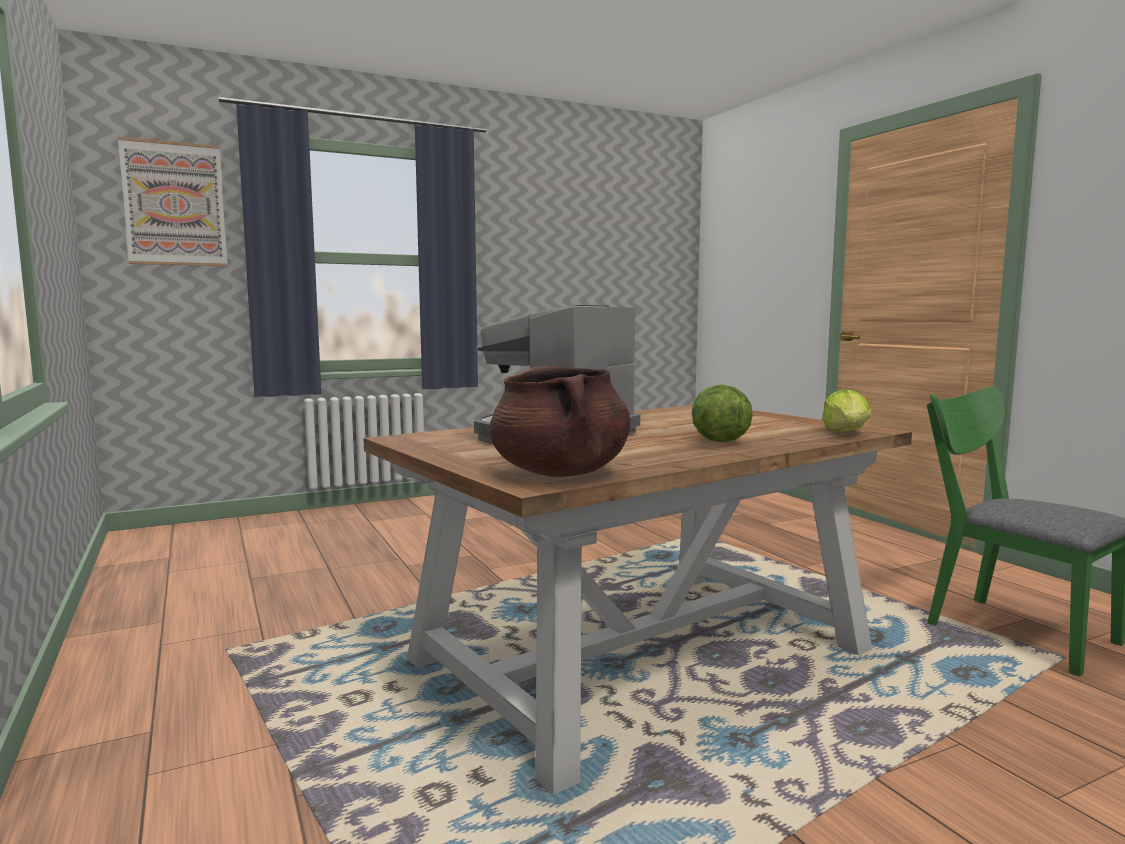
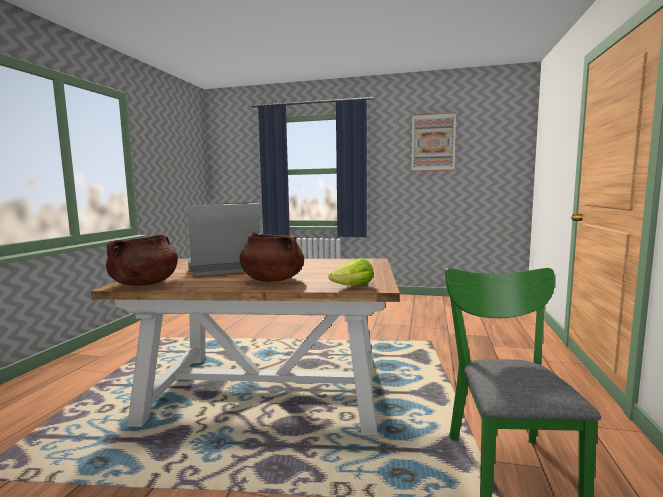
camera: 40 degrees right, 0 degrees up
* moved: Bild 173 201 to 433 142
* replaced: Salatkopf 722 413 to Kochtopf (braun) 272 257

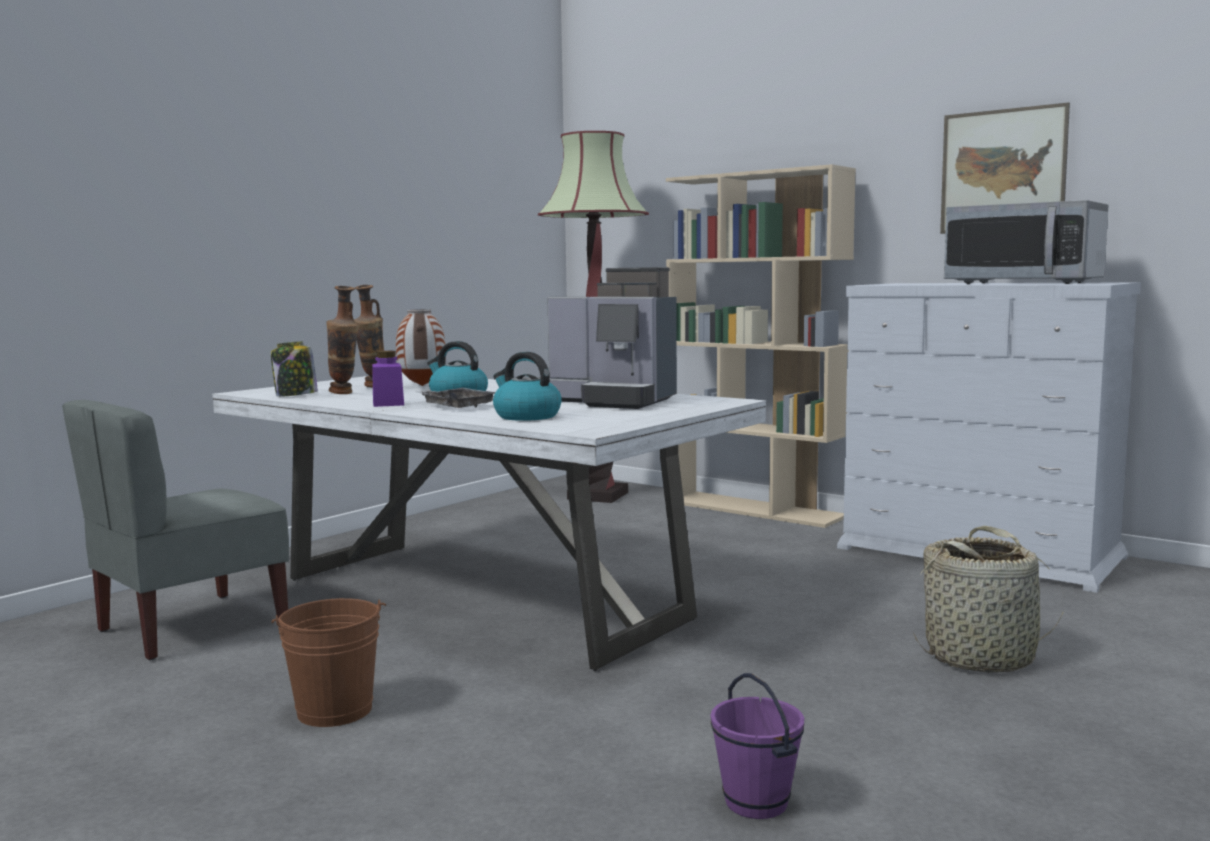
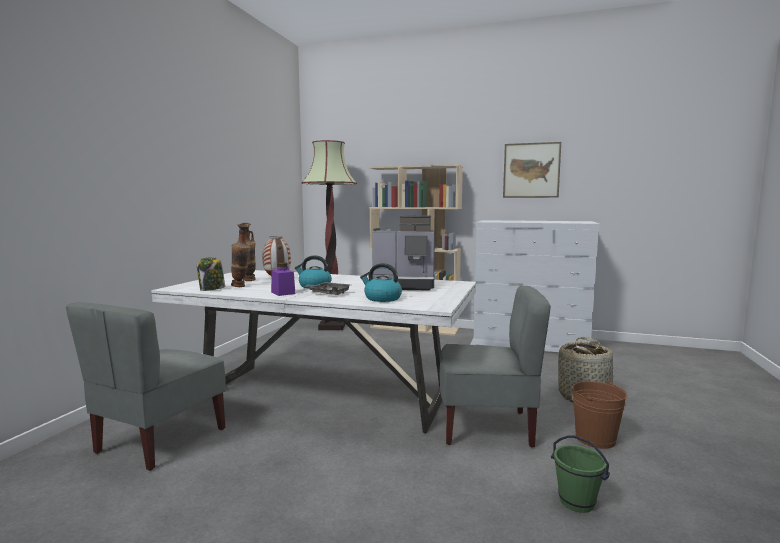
camera: 20 degrees left, 0 degrees up
* moved: Eimer (braun) 328 662 to 599 414
* recoloured: Eimer (lila) 757 746 to Eimer (grün) 580 474
* removed: Mikrowelle 1026 242
* added: Stuhl (grau) 495 366

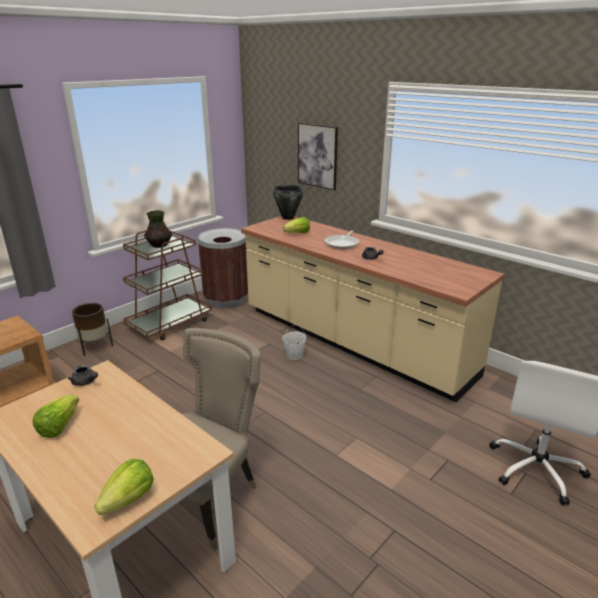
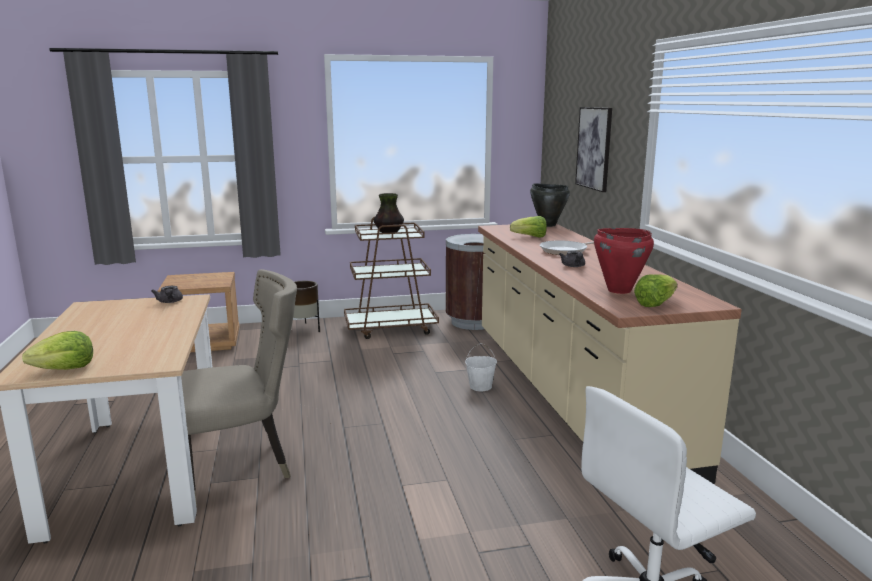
camera: 35 degrees right, 10 degrees down
* moved: Salatkopf 55 416 to 655 290
* added: Kochtopf (rot) 624 261

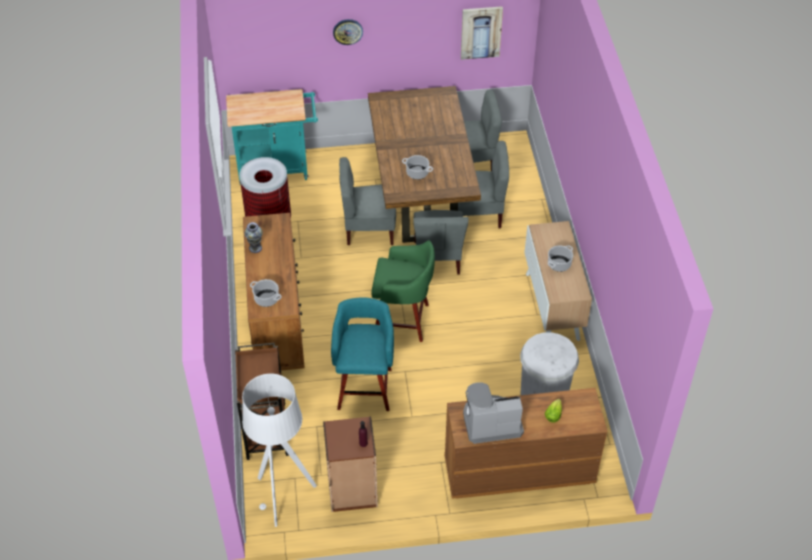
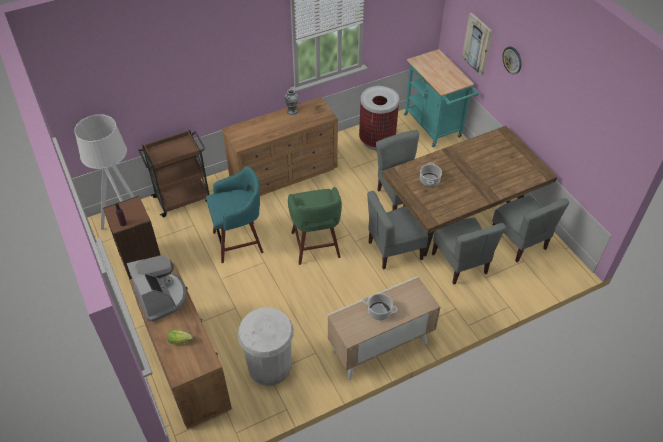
camera: 70 degrees right, 0 degrees up
* removed: Kochtopf 266 293
* moved: Bild 482 33 to 477 44

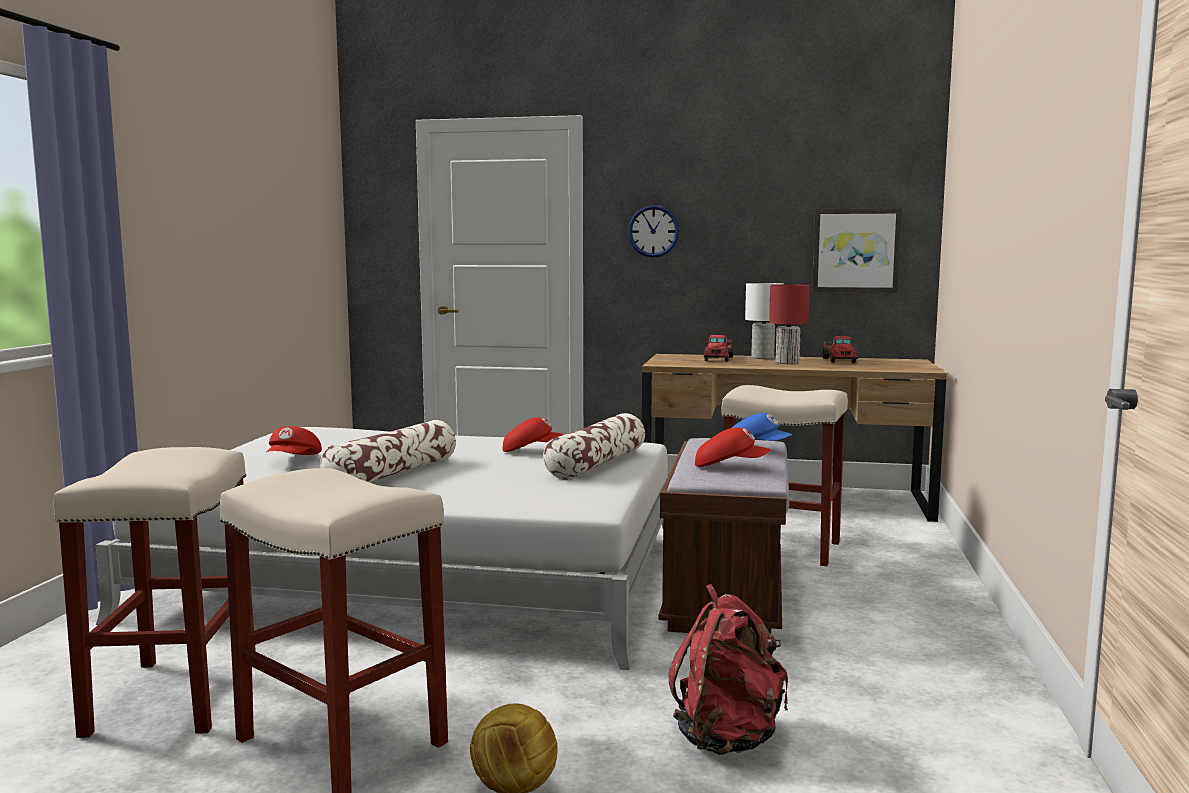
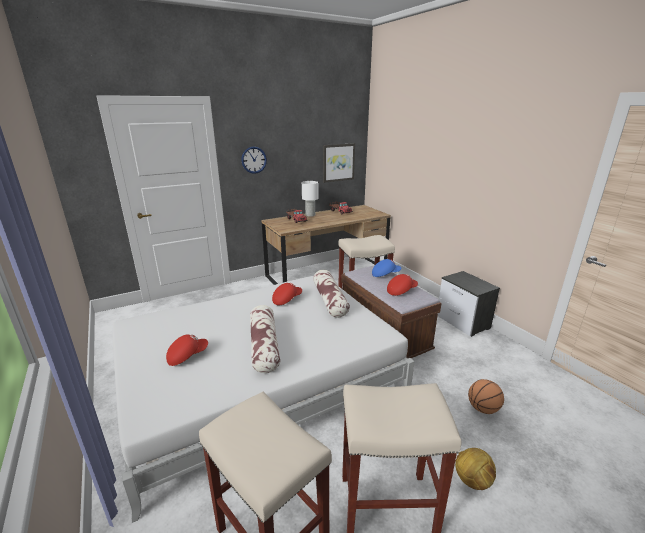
camera: 40 degrees left, 15 degrees up
* turned: Kappe (rot) 294 440 = 187 350 90 degrees counterclockwise
* replaced: Rucksack (rot) 728 669 to Basketball 486 396
* removed: Tischlampe (rot) 789 324
* added: Nachttisch 469 304

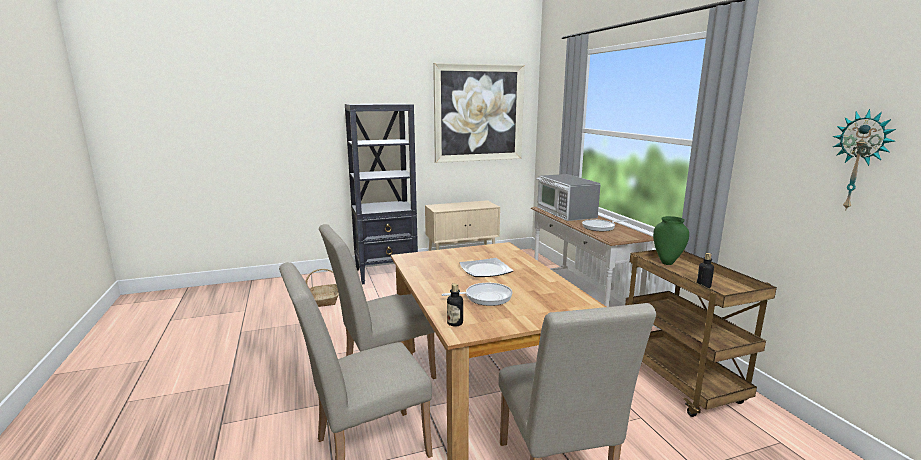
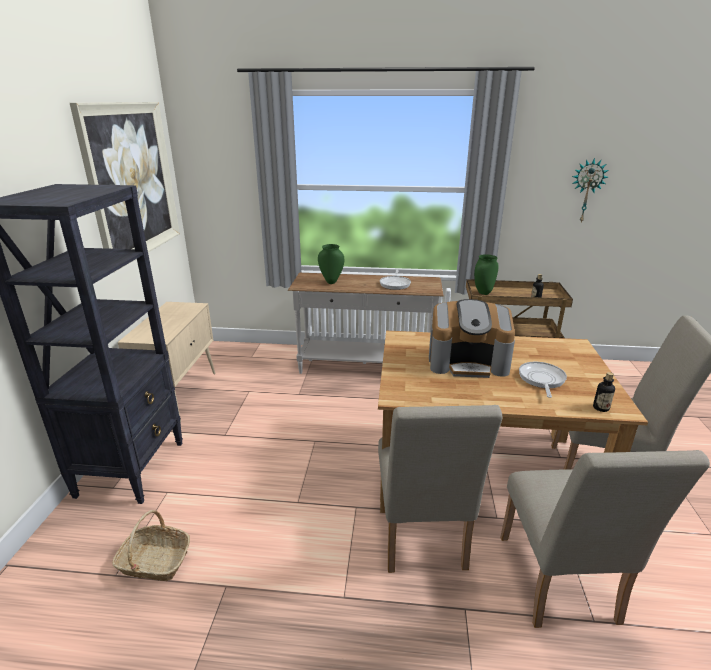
camera: 65 degrees left, 10 degrees up
* replaced: Teller 486 267 to Kaffeemaschine 472 338
* replaced: Mikrowelle 568 197 to Vase (grün) 331 264

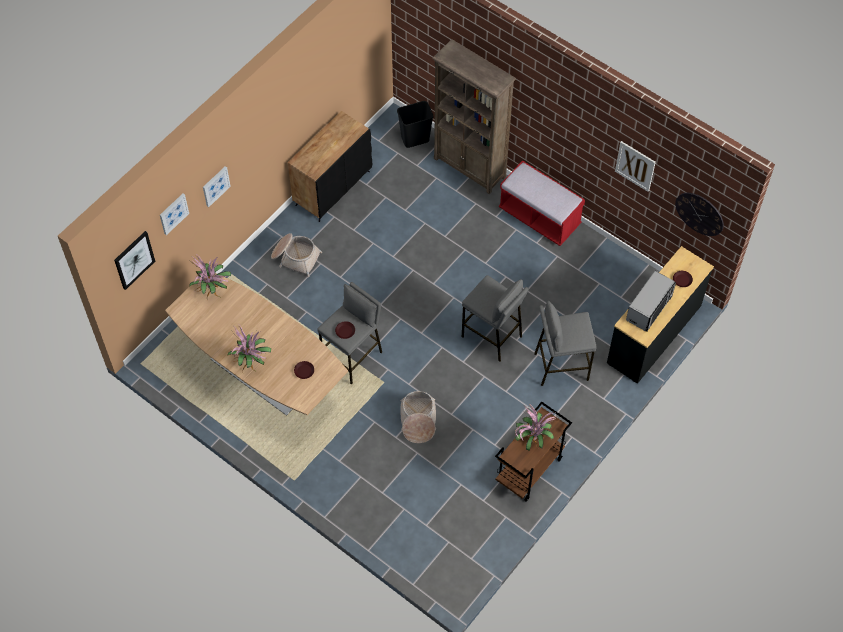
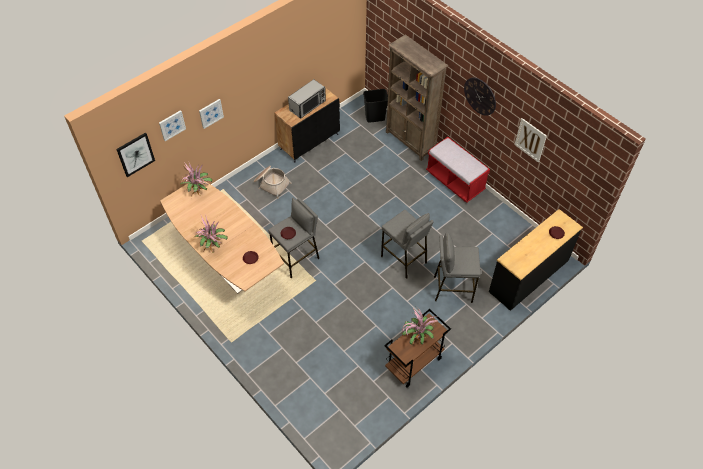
camera: 10 degrees right, 5 degrees down
* removed: Korb 418 417
* moved: Mikrowelle 651 301 to 307 98
* moved: Wanduhr 699 214 to 480 96

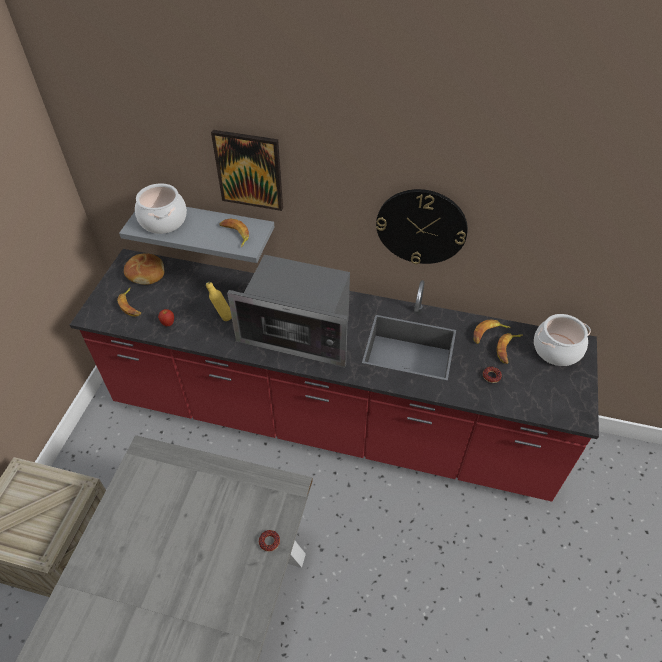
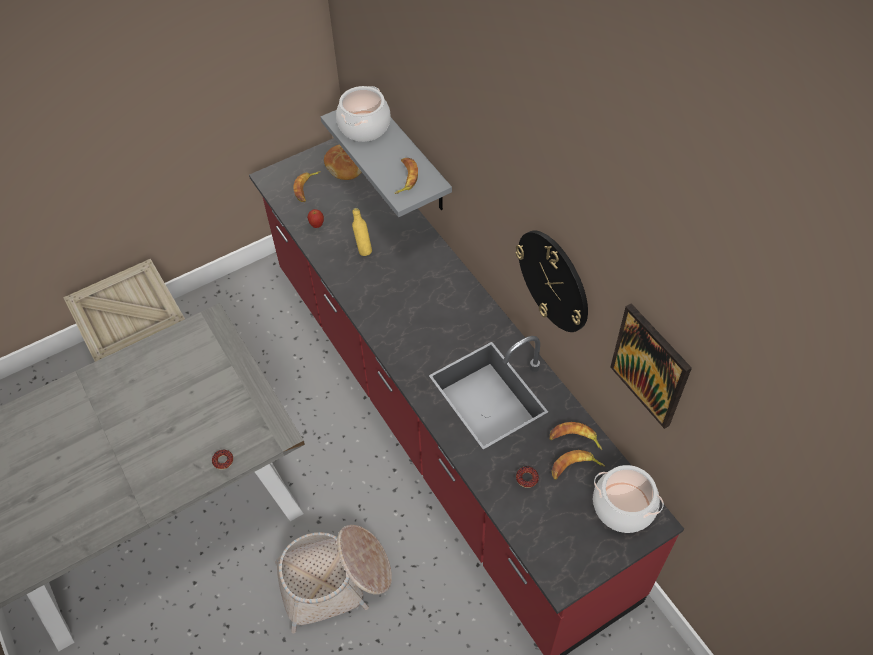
camera: 45 degrees right, 5 degrees up
* moved: Bild 247 170 to 651 366
* removed: Mikrowelle 288 311
* added: Korb 333 579

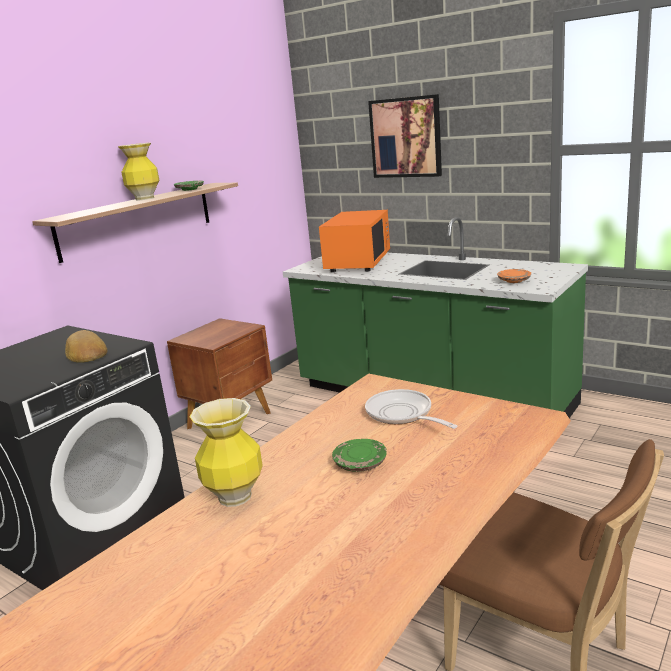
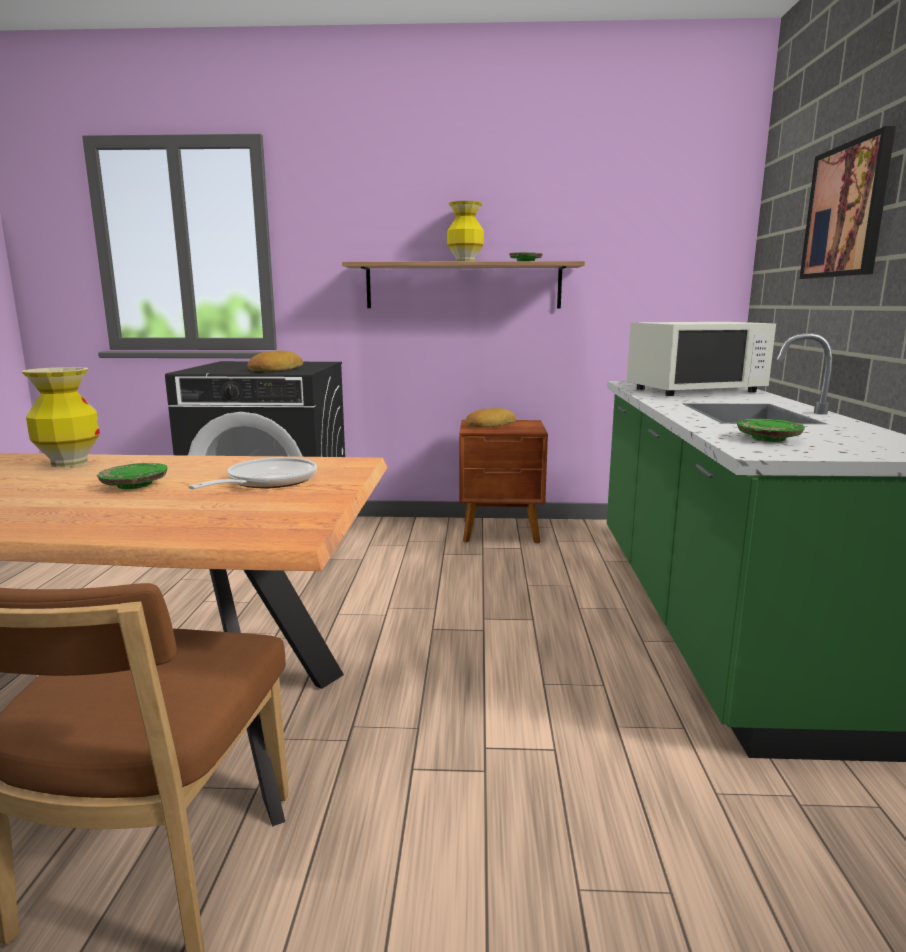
camera: 55 degrees right, 5 degrees down
* recoloured: Mikrowelle (orange) 354 241 to Mikrowelle (weiß) 701 359
* recoloured: Teller (orange) 514 276 to Teller (grün) 771 430
* added: Brot 490 417

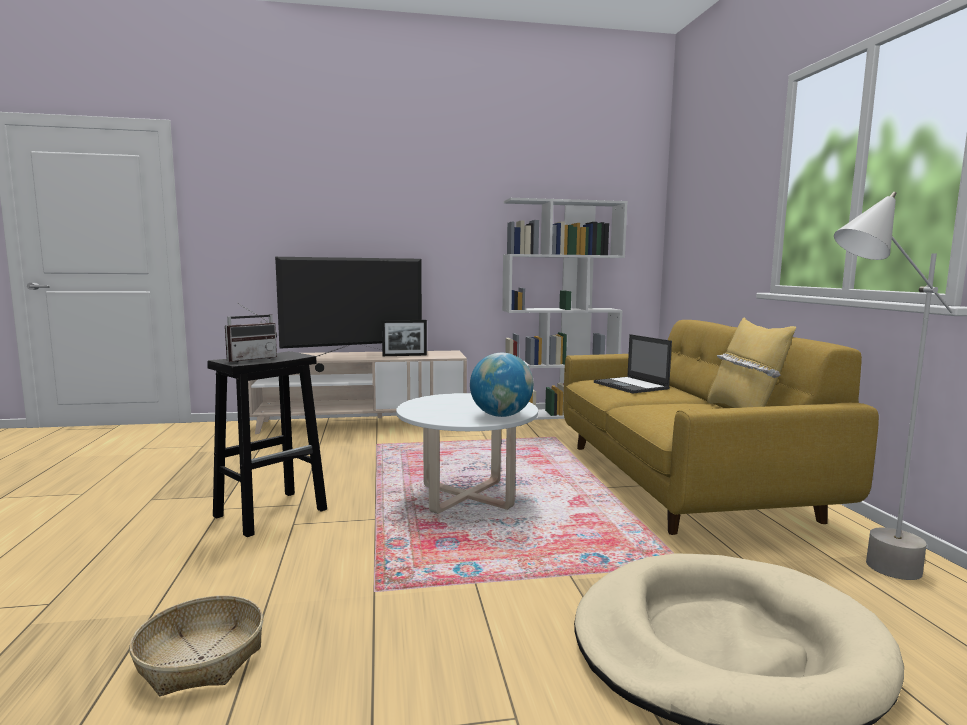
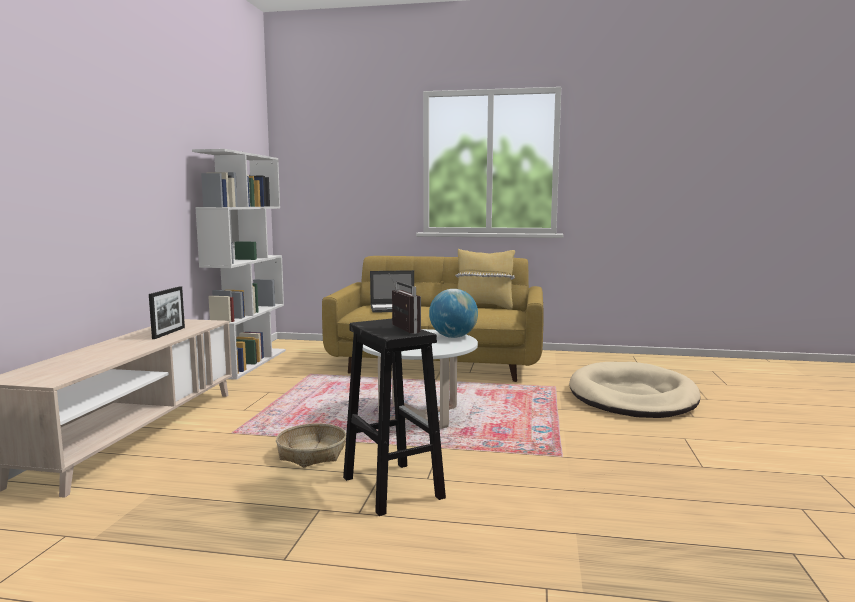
camera: 70 degrees left, 0 degrees up
* moved: Korb 196 645 to 311 445
* removed: Fernseher 348 307
* removed: Stehlampe (grau) 893 386

